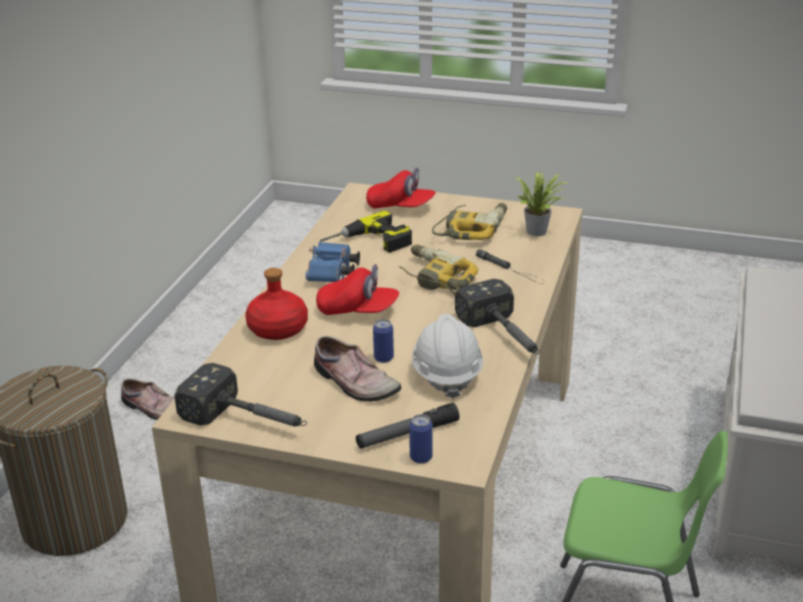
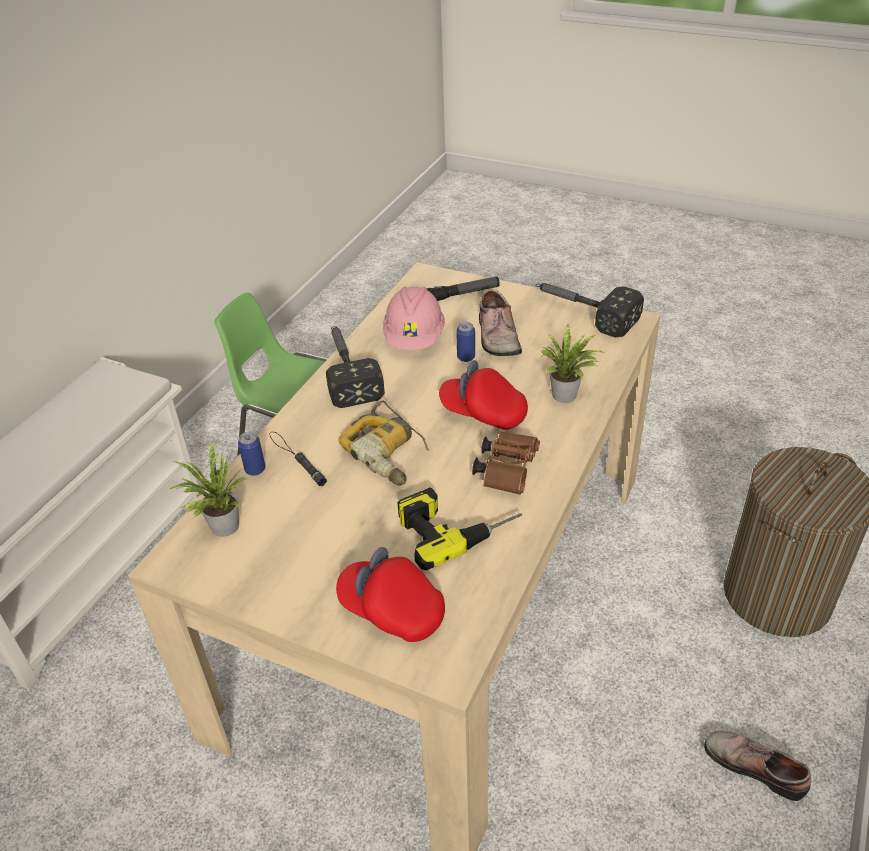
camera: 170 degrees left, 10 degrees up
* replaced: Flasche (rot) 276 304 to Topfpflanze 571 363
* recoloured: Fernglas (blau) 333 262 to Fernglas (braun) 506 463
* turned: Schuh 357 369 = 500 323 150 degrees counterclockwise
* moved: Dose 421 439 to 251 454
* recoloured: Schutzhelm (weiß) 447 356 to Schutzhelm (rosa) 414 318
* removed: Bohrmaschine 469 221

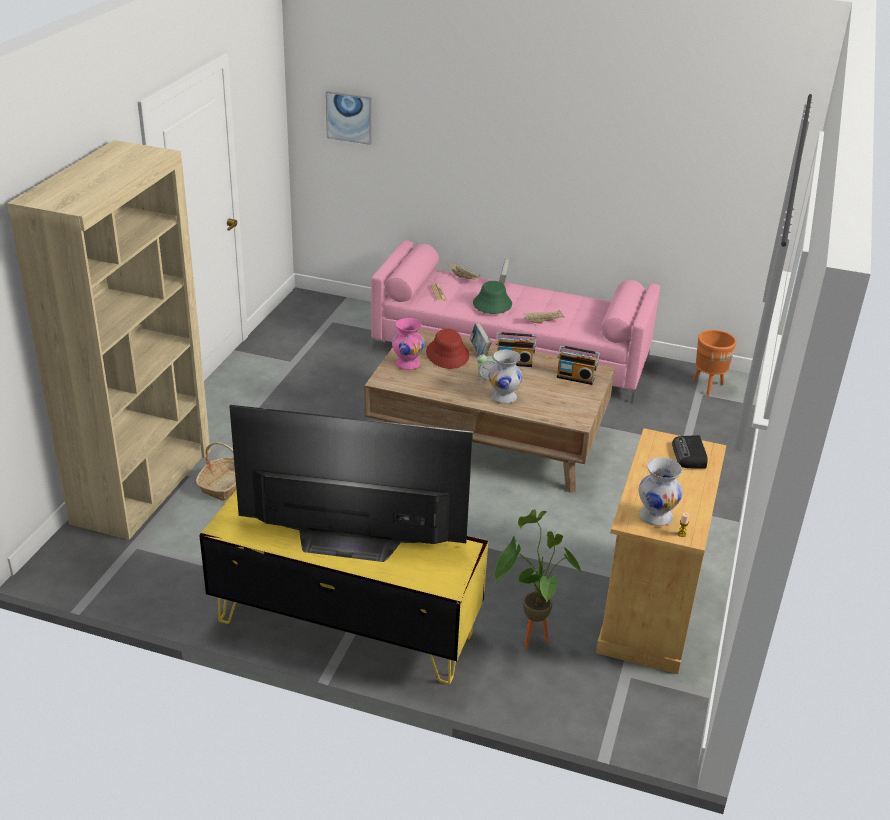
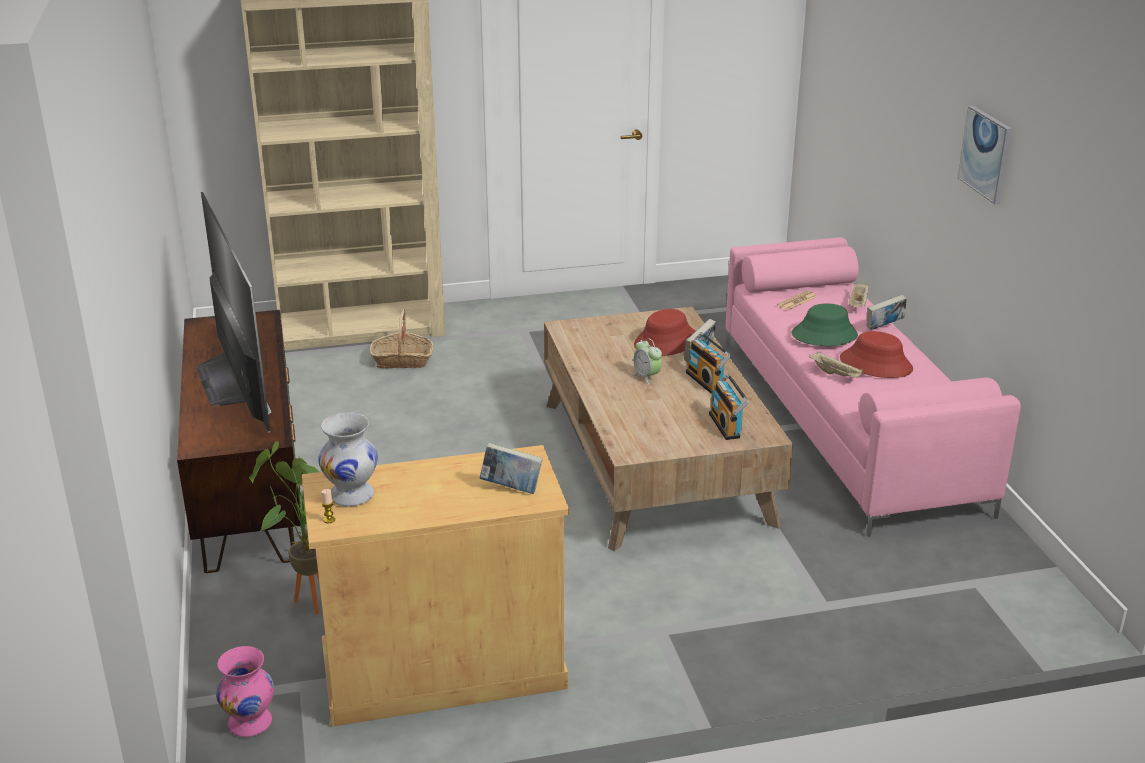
camera: 60 degrees right, 5 degrees down
* recoloured: Fernsehschrank (gelb) 343 587 to Fernsehschrank (braun) 239 441
* moved: Bild 349 118 to 985 155
* moved: Vase (rosa) 408 344 to 245 691
* removed: Vase (weiß) 505 377
* replaced: Radio 690 452 to Buch 511 468
* removed: Pflanzkübel (orange) 714 363
* added: Hut (rot) 876 354

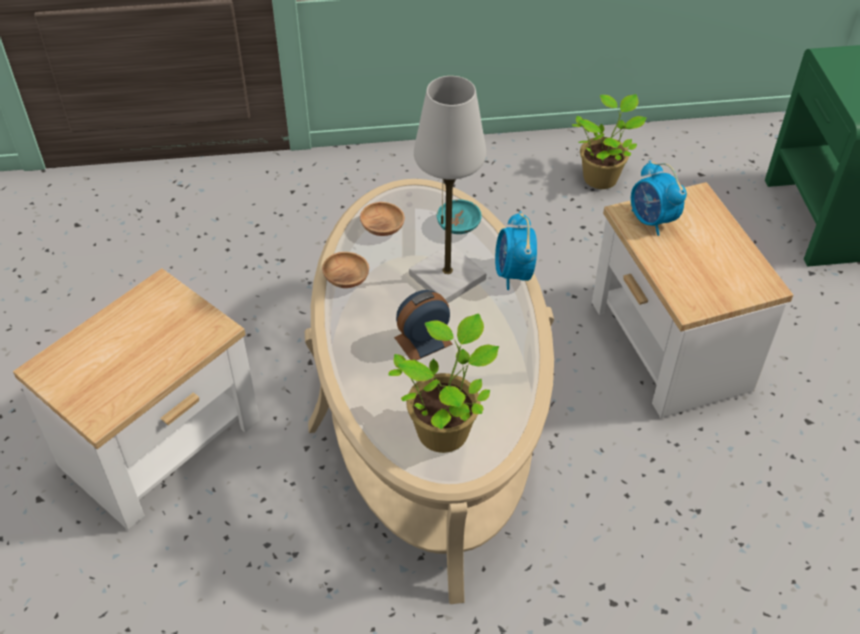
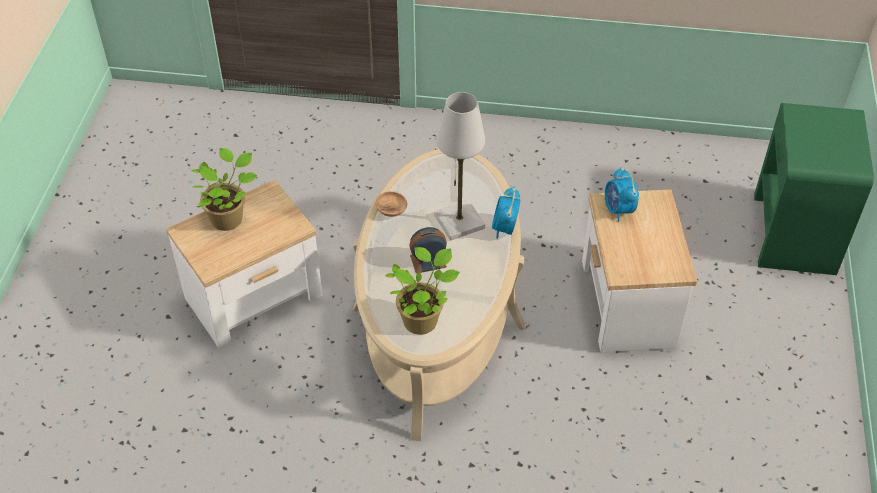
camera: 15 degrees right, 0 degrees up
* removed: Schüssel (braun) 382 219
* removed: Schüssel (türkis) 459 216
* moved: Topfpflanze 609 141 to 224 189

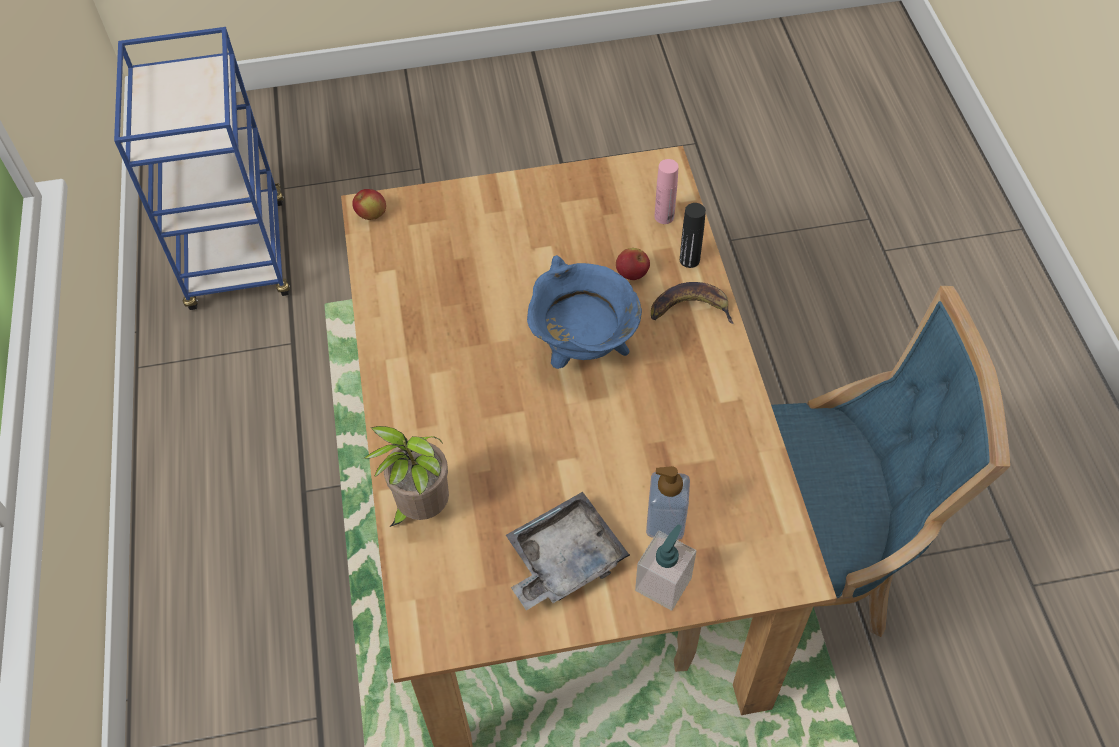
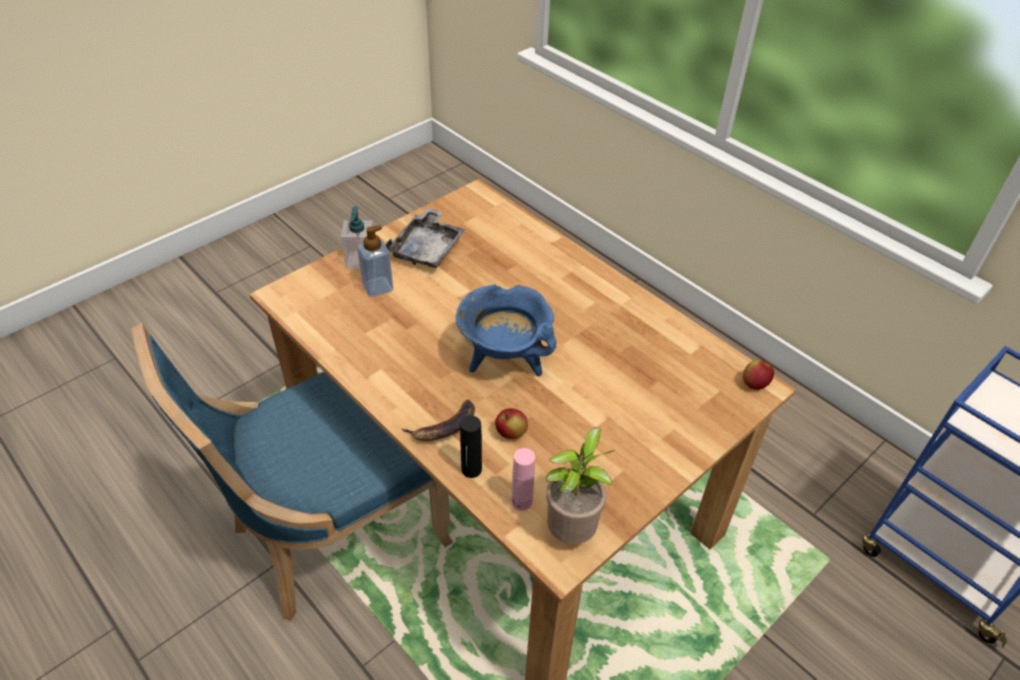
camera: 145 degrees right, 10 degrees down
* moved: Topfpflanze 406 476 to 580 486

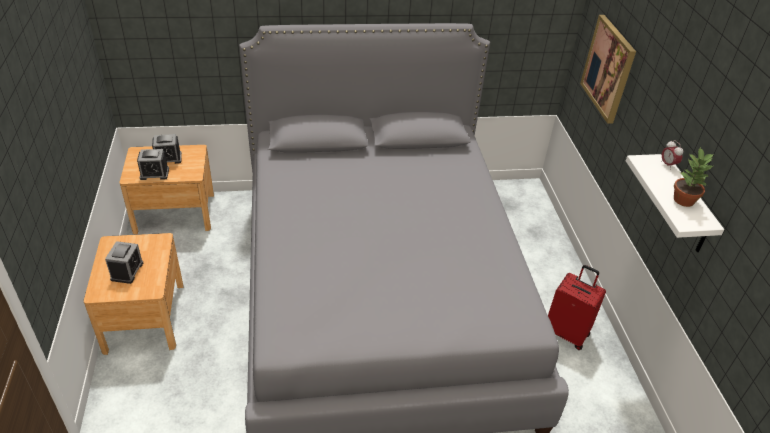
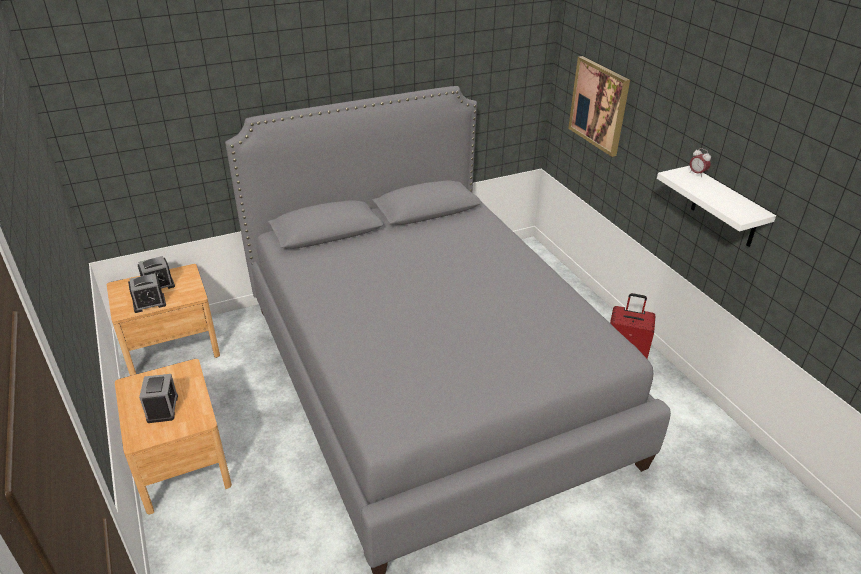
camera: 15 degrees left, 5 degrees down
* removed: Topfpflanze 694 177

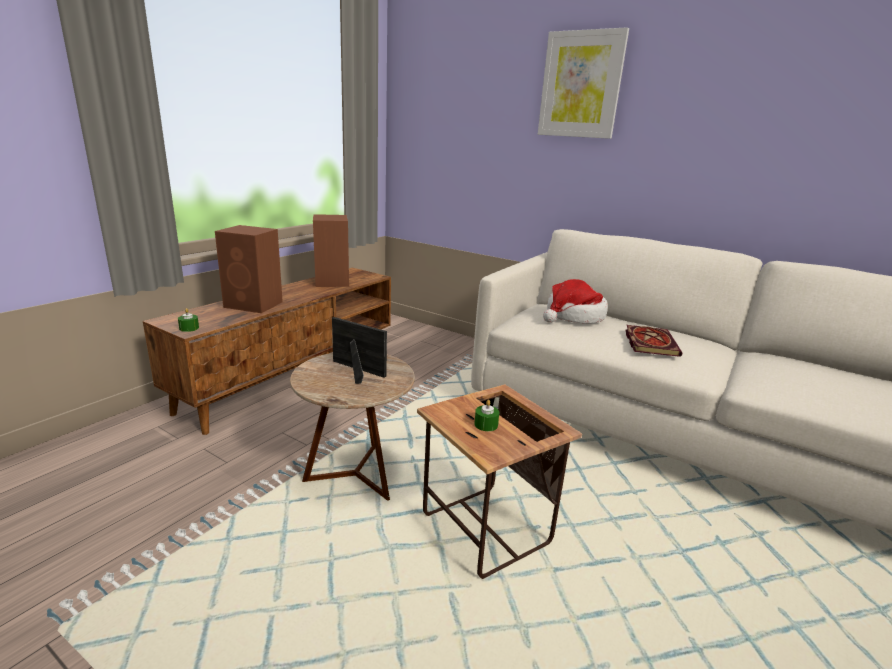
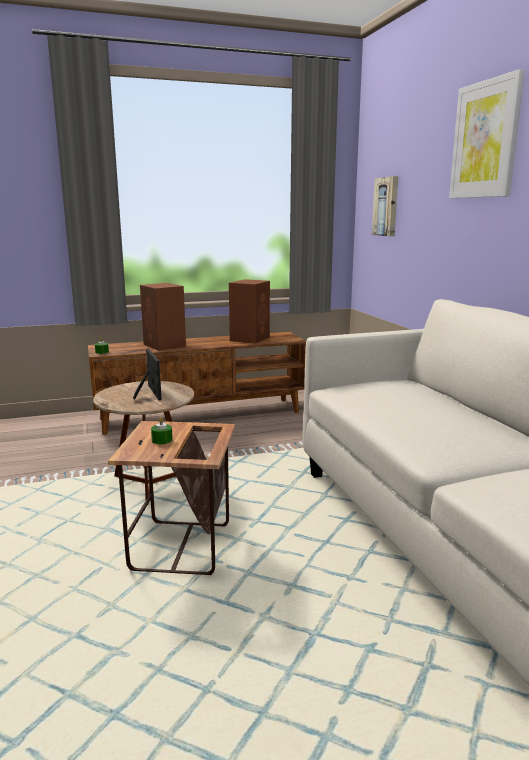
camera: 40 degrees right, 5 degrees down
* removed: Hut 575 301
* removed: Buch 653 341
* added: Bild 385 206

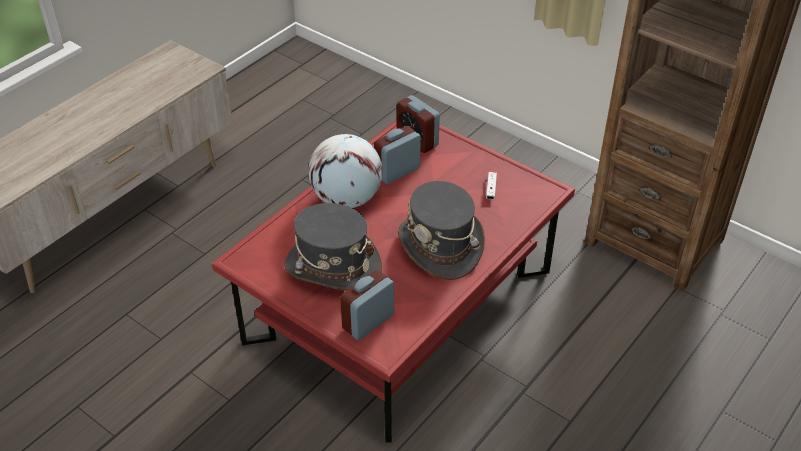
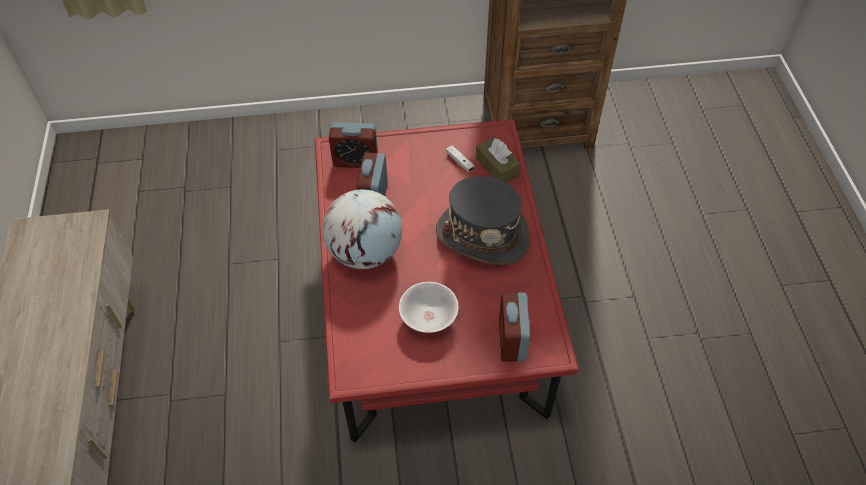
camera: 45 degrees left, 10 degrees up
* replaced: Hut (grau) 333 247 to Schüssel (weiß) 429 307
* added: Taschentuchbox (braun) 498 160

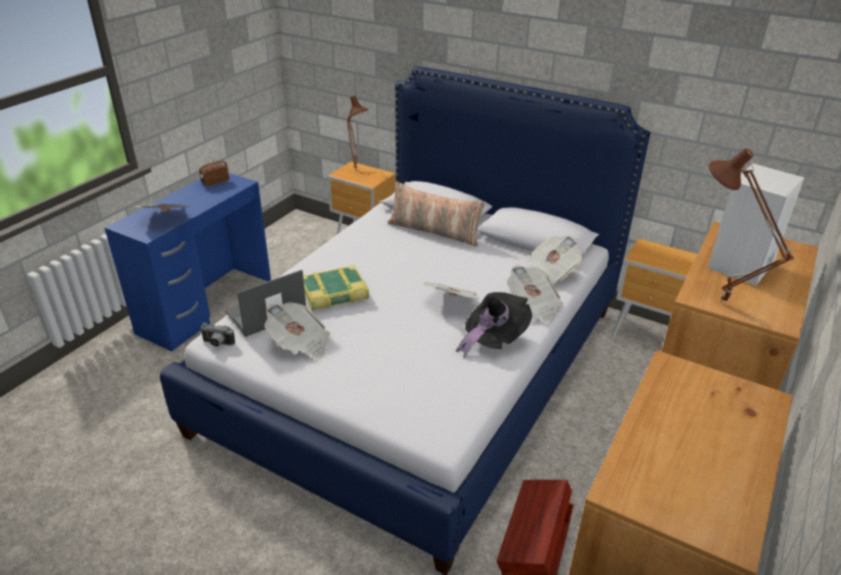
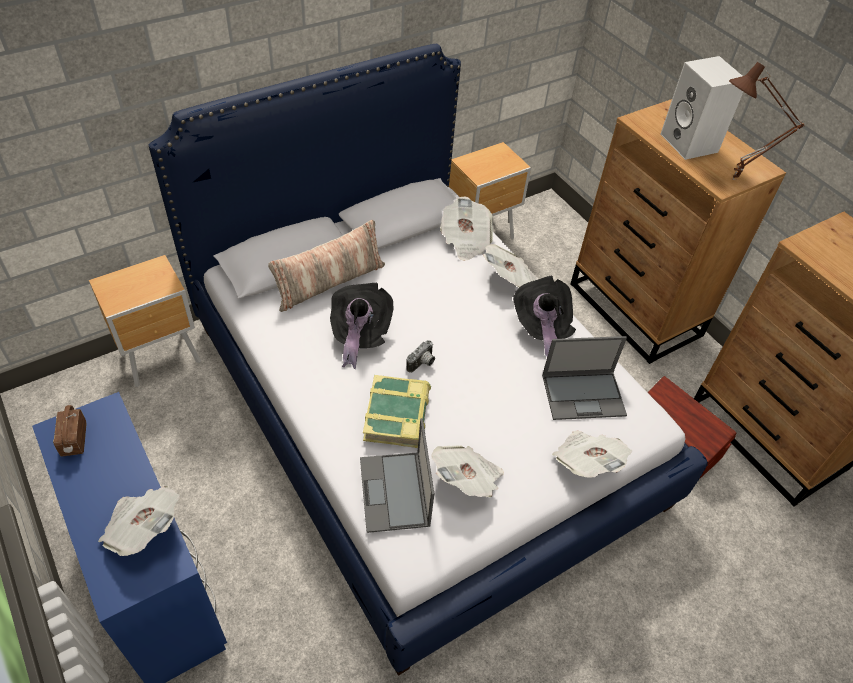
camera: 65 degrees left, 15 degrees up
* moved: Kamera 218 335 to 420 356
* removed: Tischlampe (braun) 357 132
* moved: Zeitung 452 290 to 592 454
* added: Hut (schwarz) 361 326
* added: Laptop 584 378

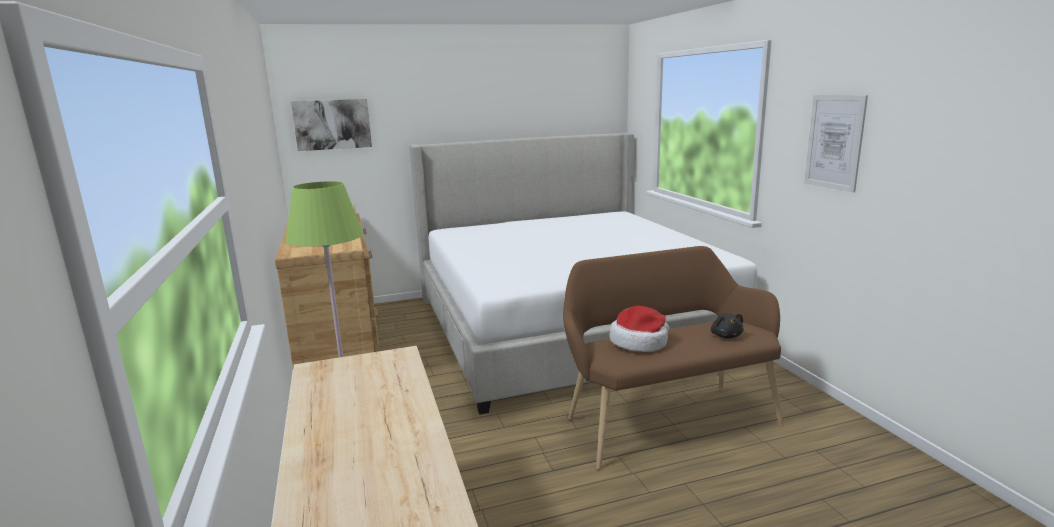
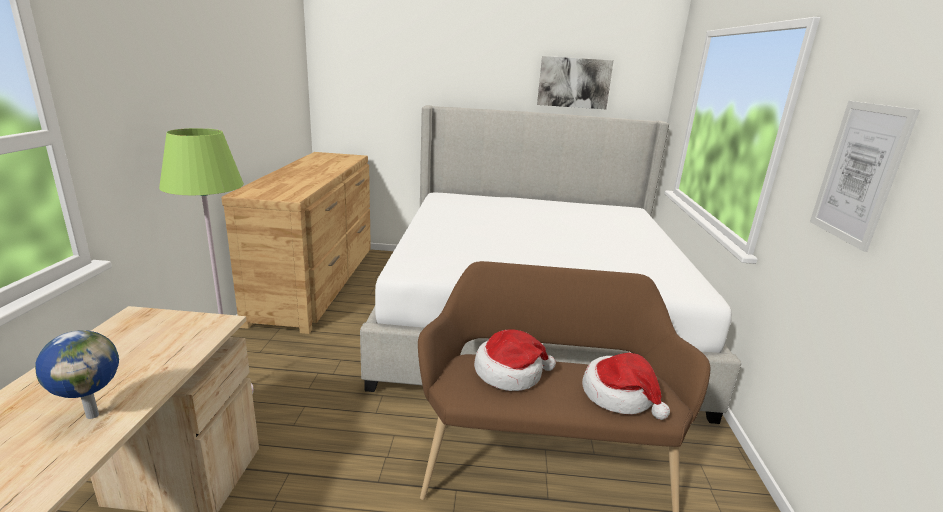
camera: 20 degrees right, 5 degrees up
* moved: Bild 331 125 to 575 82
* replaced: Plüschtier (schwarz) 727 326 to Hut 626 386
* added: Globus 77 374

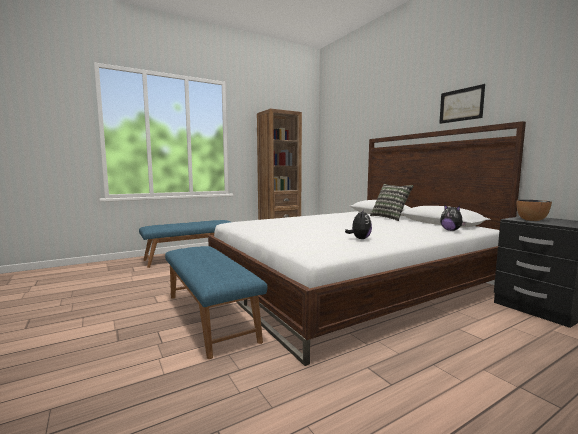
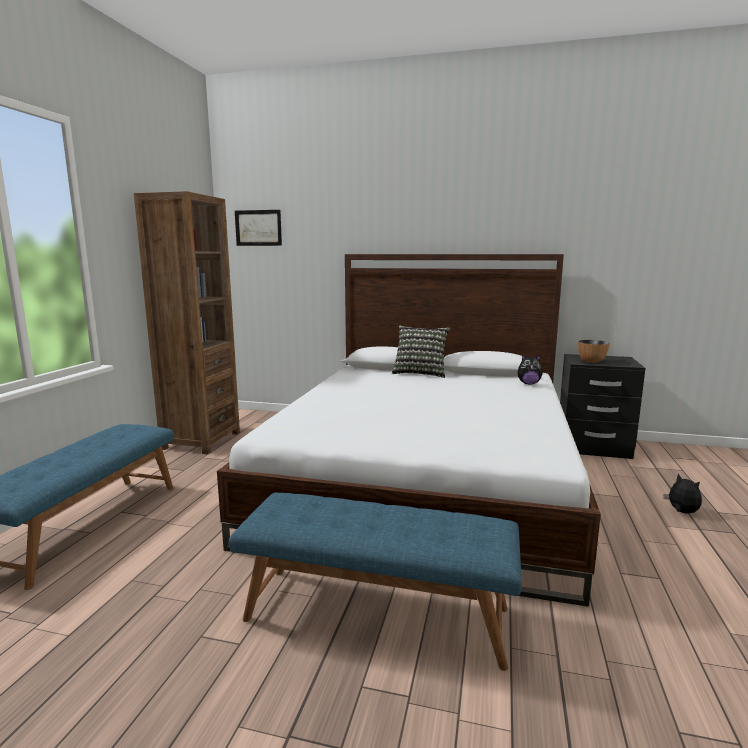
camera: 45 degrees left, 5 degrees up
* moved: Plüschtier 358 224 to 682 494
* moved: Bild 462 104 to 258 228

